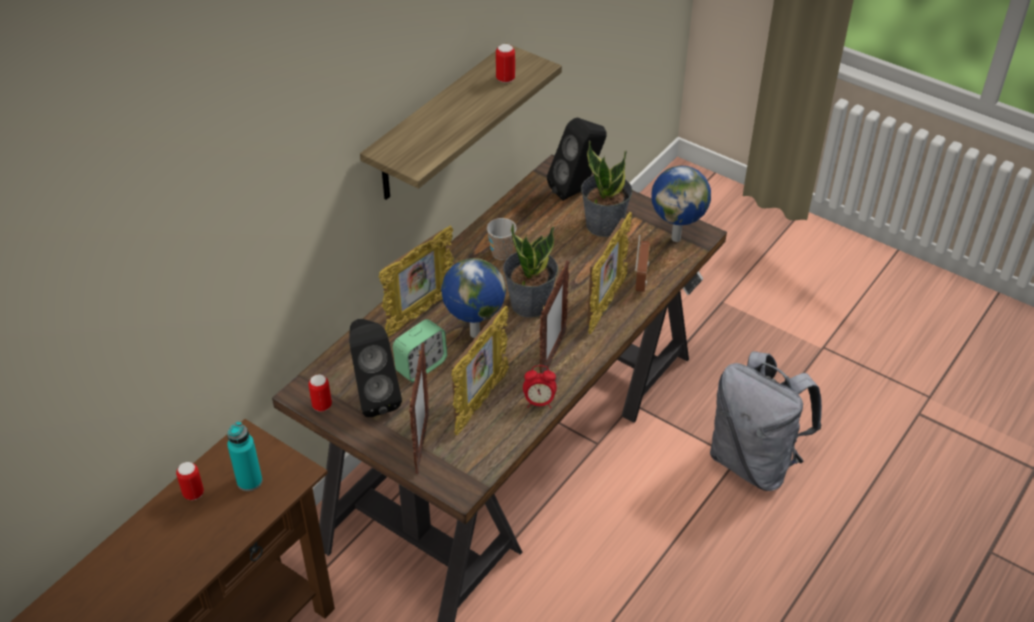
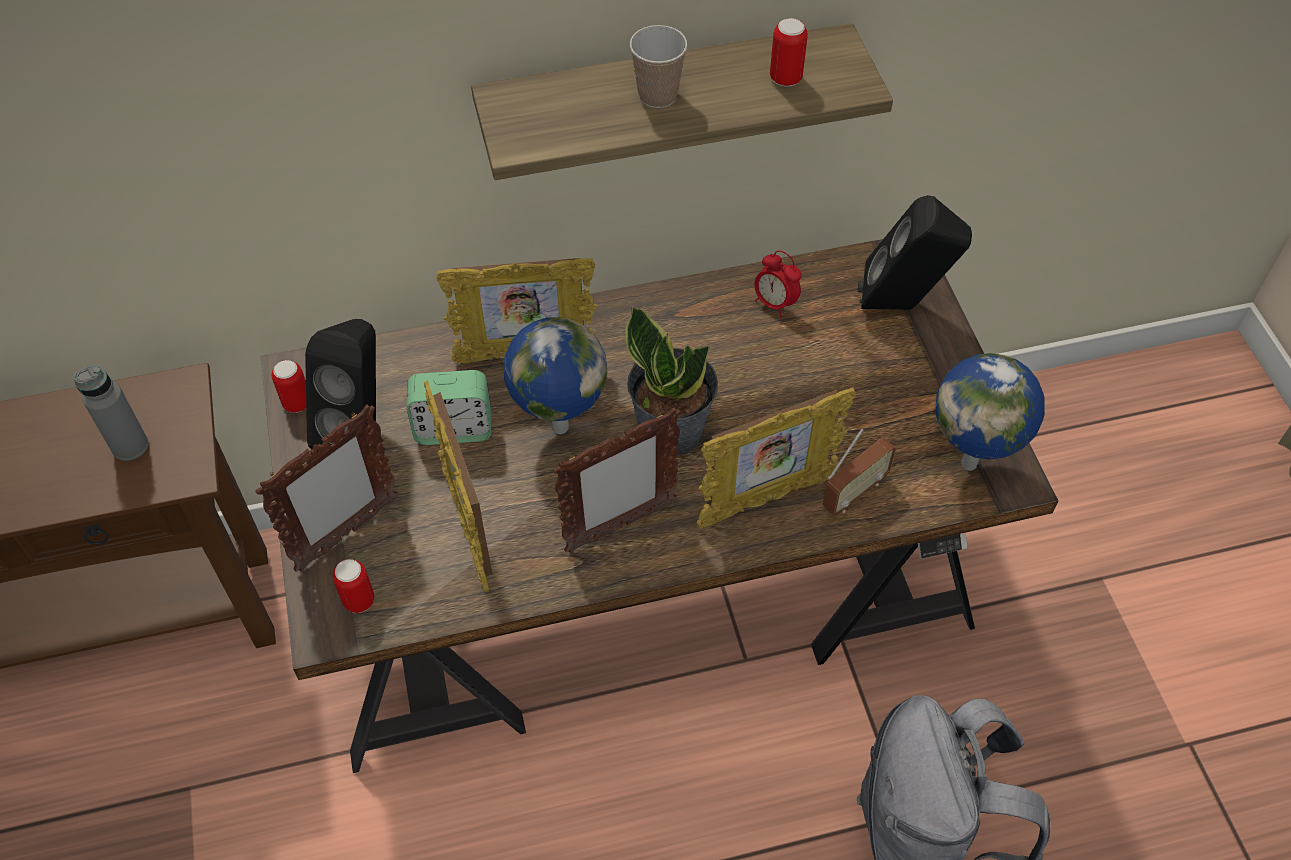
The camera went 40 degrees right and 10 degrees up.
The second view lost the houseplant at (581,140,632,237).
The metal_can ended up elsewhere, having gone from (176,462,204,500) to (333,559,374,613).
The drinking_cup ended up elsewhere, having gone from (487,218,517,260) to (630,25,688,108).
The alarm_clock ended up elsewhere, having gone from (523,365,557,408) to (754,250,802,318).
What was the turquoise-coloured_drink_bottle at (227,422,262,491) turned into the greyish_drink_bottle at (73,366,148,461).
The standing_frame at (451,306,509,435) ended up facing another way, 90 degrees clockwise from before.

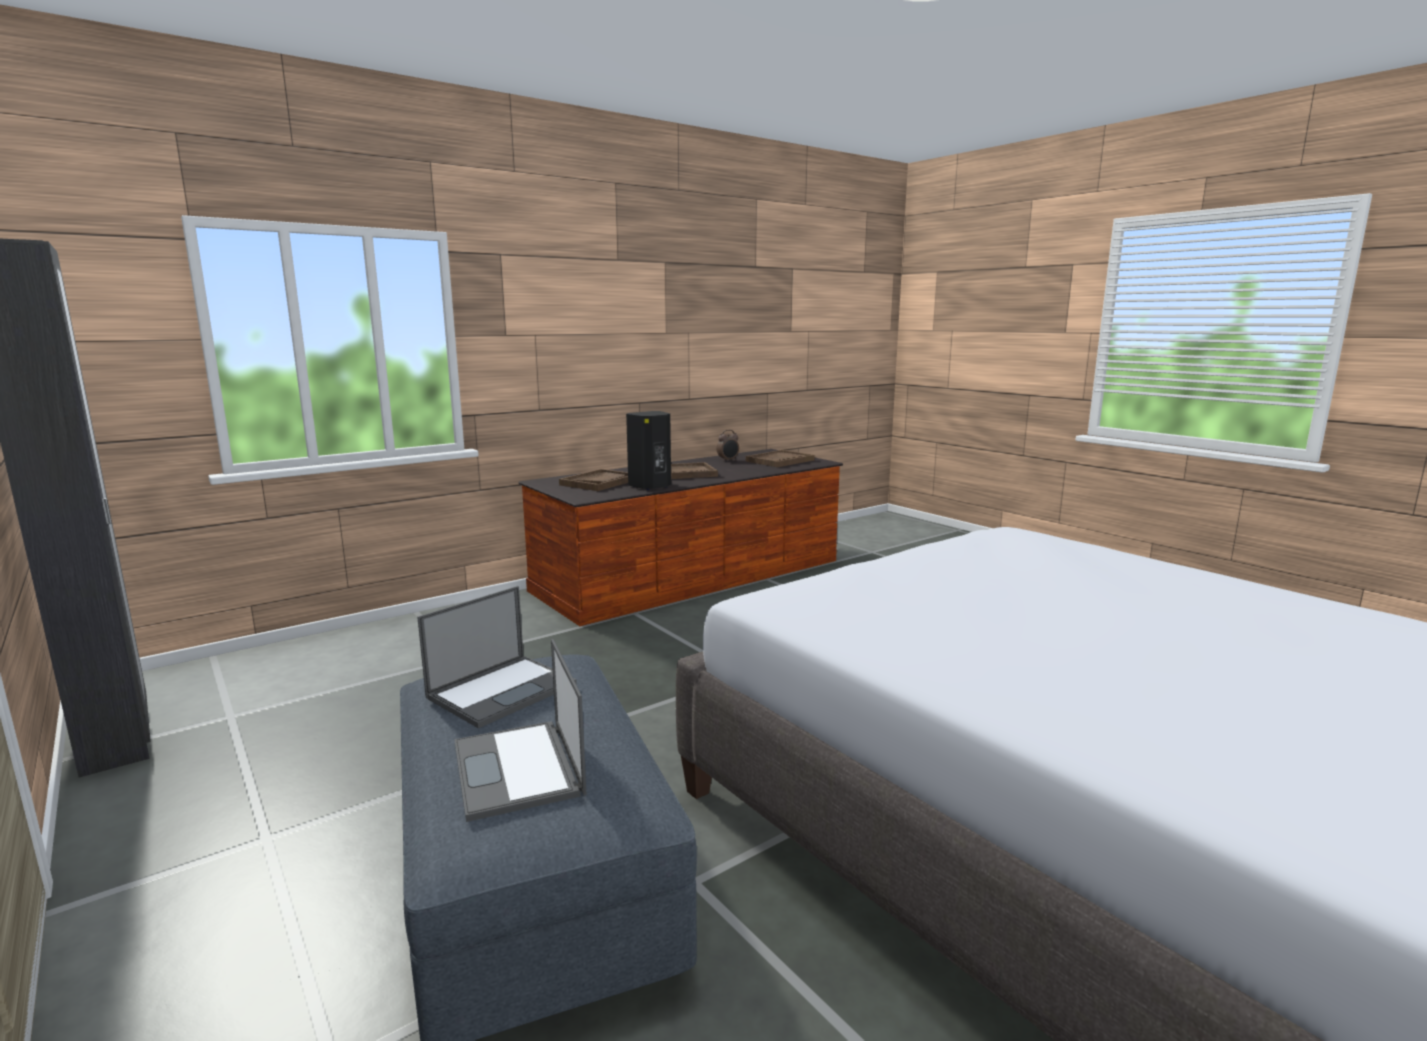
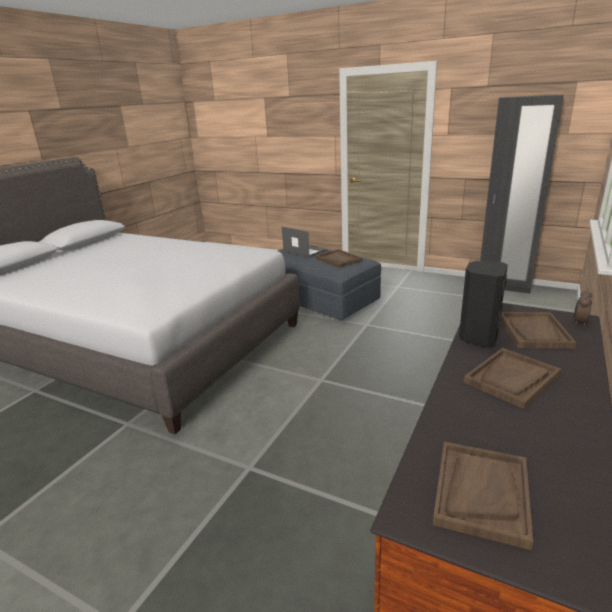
The camera went 155 degrees right and 10 degrees up.
The alarm_clock ended up elsewhere, having gone from (717,430,739,462) to (574,288,592,326).
Where the notebook_computer stood at (417,586,577,728), the brown_tray came to stand at (316,249,362,268).

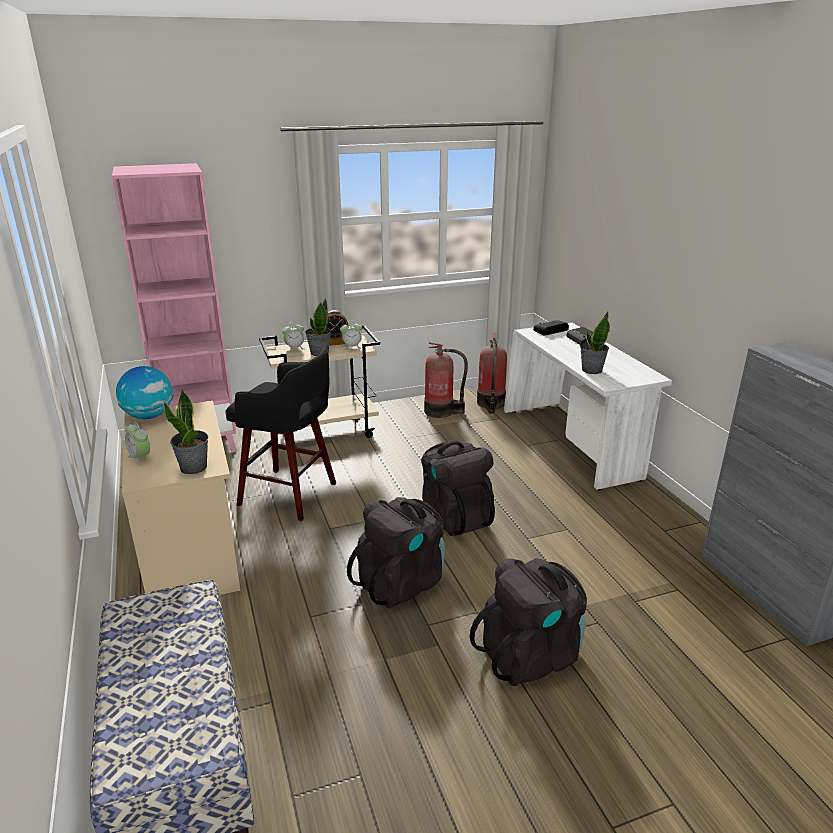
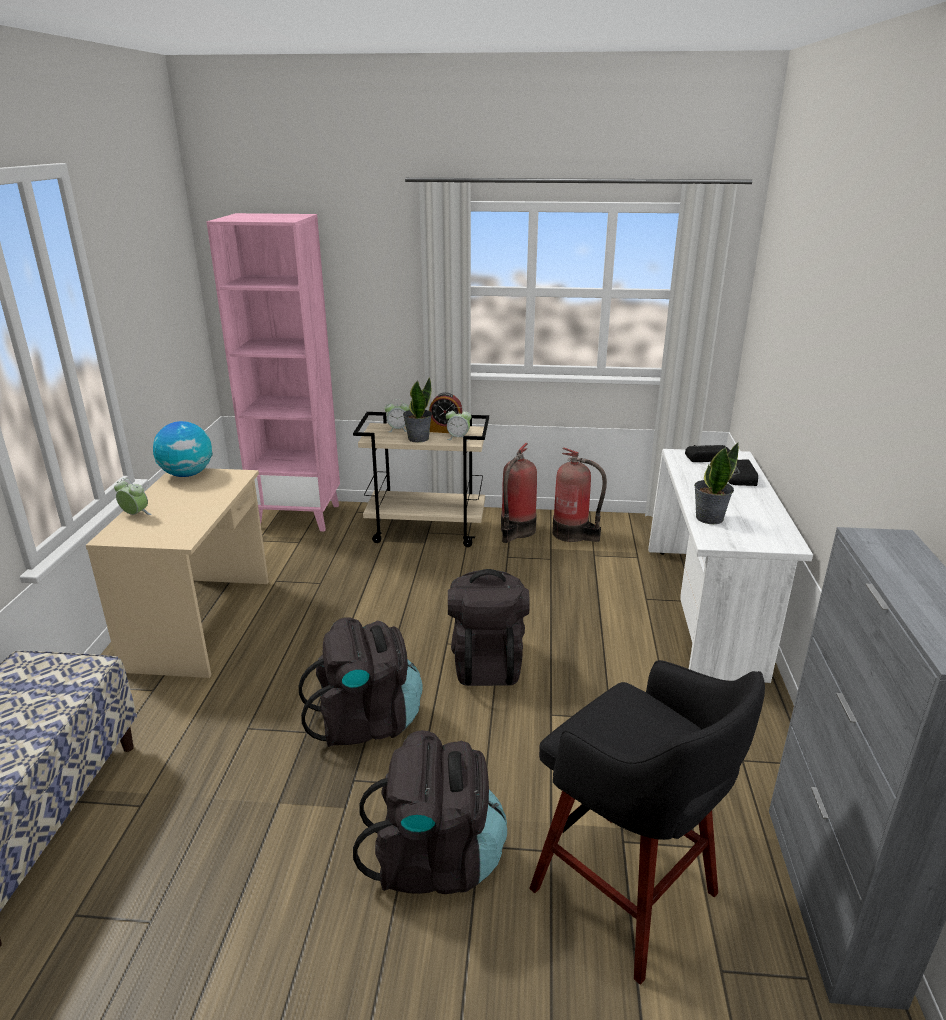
The camera went 25 degrees right and 0 degrees up.
The second view lost the houseplant at (164,389,208,474).
The black-coloured_sitting_stool ended up elsewhere, having gone from (225,347,336,521) to (530,660,765,985).
The fire_extinguisher ended up elsewhere, having gone from (477,332,507,414) to (501,443,537,543).
The alarm_clock at (125,422,150,466) ended up facing another way, 135 degrees clockwise from before.

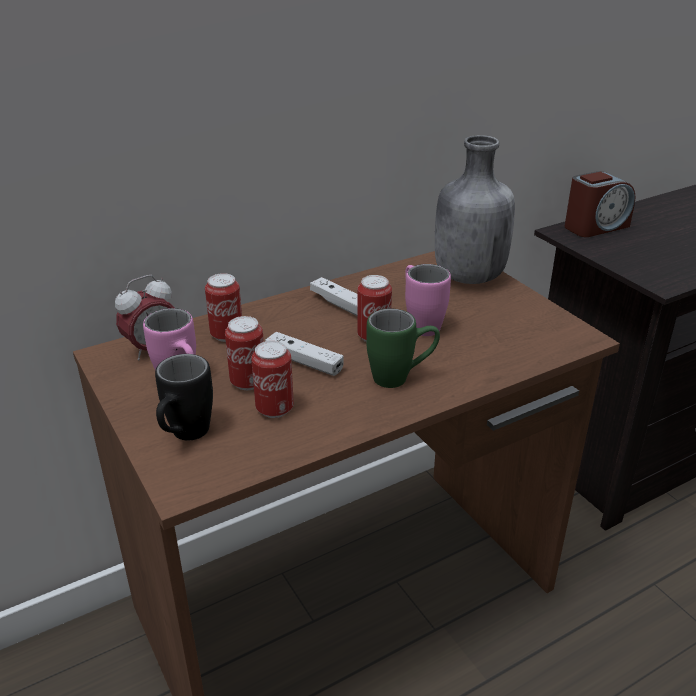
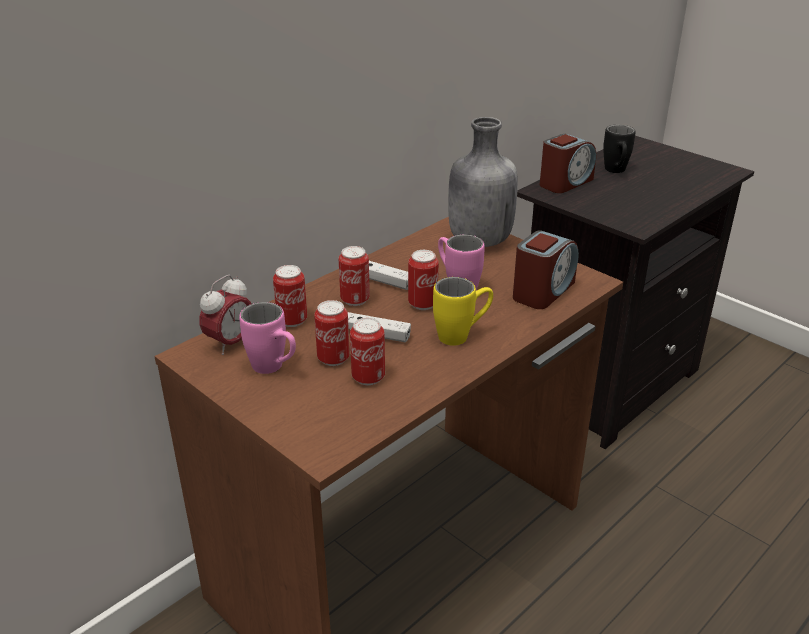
The camera went 15 degrees left and 0 degrees up.
The second view gained the metal_can at (339,246,370,306).
The second view gained the alarm_clock at (513,231,579,309).
The black-coloured_tea_mug ended up elsewhere, having gone from (155,354,213,440) to (603,125,635,173).
What was the green-coloured_tea_mug at (366,309,440,388) turned into the yellowish_tea_mug at (433,277,493,346).

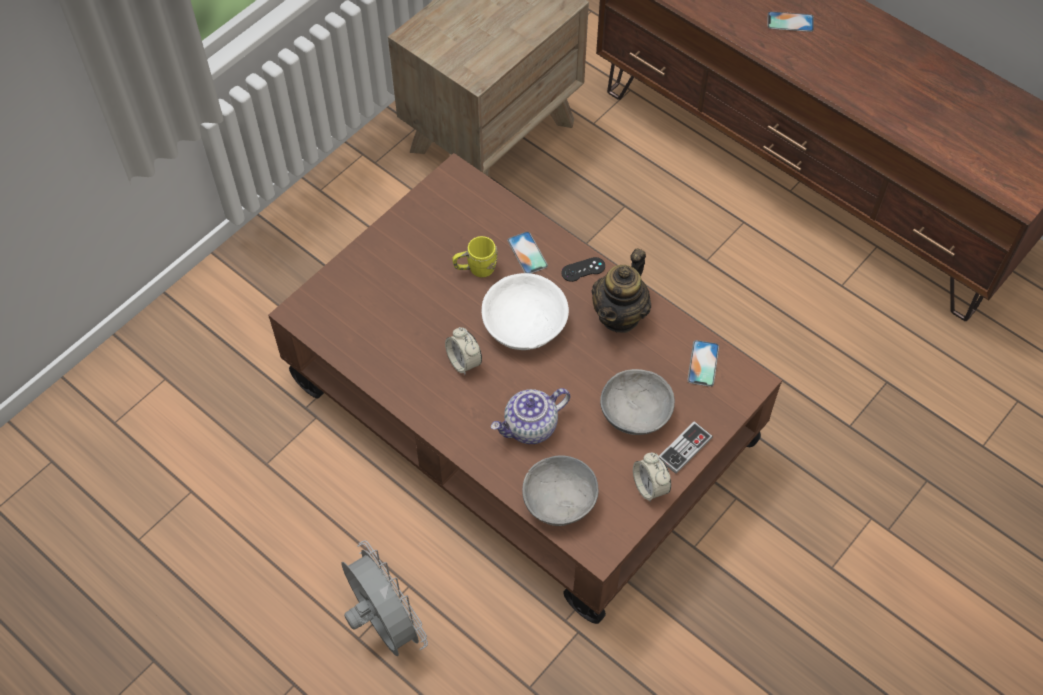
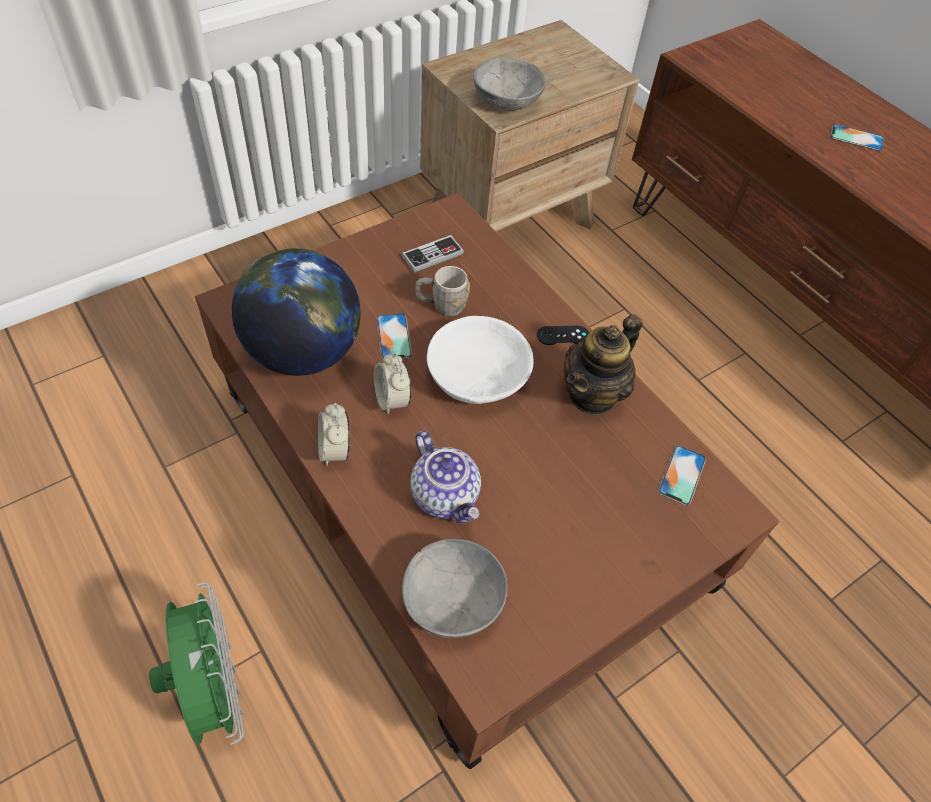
The camera went 10 degrees right and 5 degrees down.
The second view gained the world_globe at (232,248,361,376).
The telephone ended up elsewhere, having gone from (507,232,548,274) to (376,313,412,359).
The greyish_bowl ended up elsewhere, having gone from (600,369,675,435) to (473,57,546,110).
The alarm_clock ended up elsewhere, having gone from (633,453,671,502) to (318,403,350,466).
The game_controller ended up elsewhere, having gone from (659,421,713,474) to (402,235,464,272).
What was the greyish_fan at (341,540,428,656) turned into the green-coloured_fan at (149,582,244,745).
What was the yellowish_tea_mug at (453,236,498,278) turned into the greyish_tea_mug at (415,266,470,317).
The teapot at (490,388,570,444) ended up facing another way, 105 degrees counterclockwise from before.

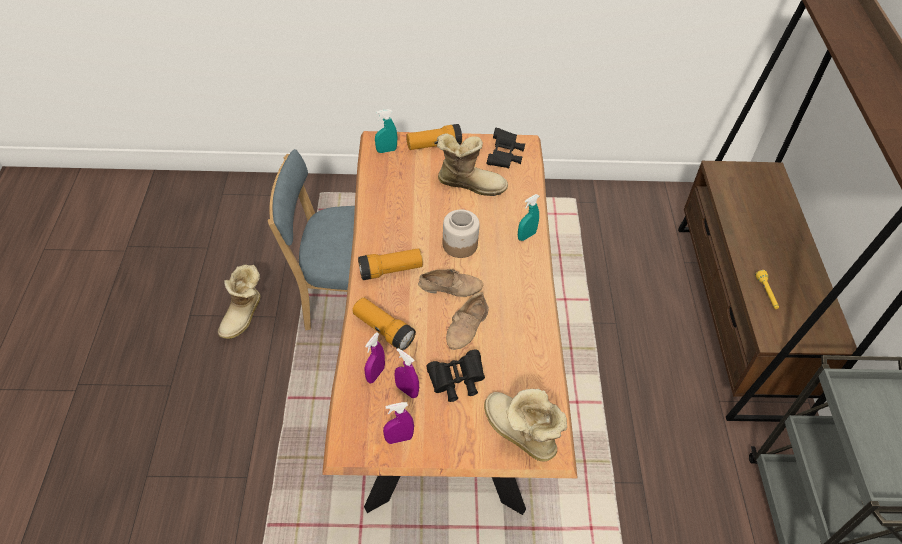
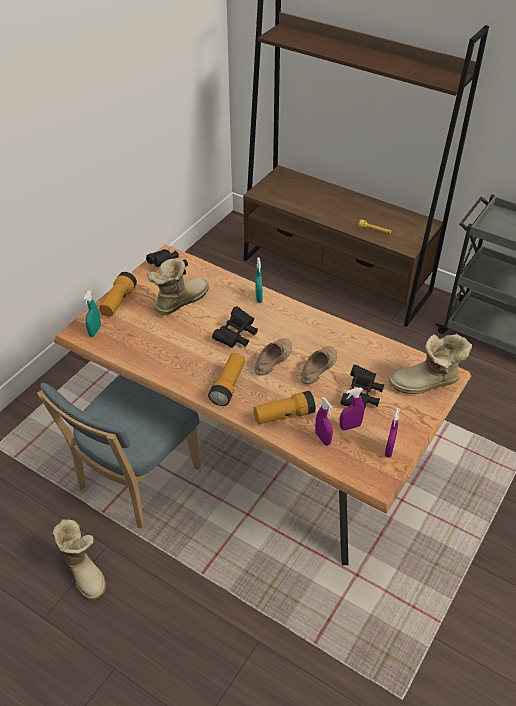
The camera went 55 degrees left and 5 degrees down.
Where the jar stood at (443,210,480,258), the black-coloured_pair_of_binoculars came to stand at (212,306,258,348).
The sand-coloured_low_shoe at (446,292,489,350) ended up facing another way, 120 degrees counterclockwise from before.

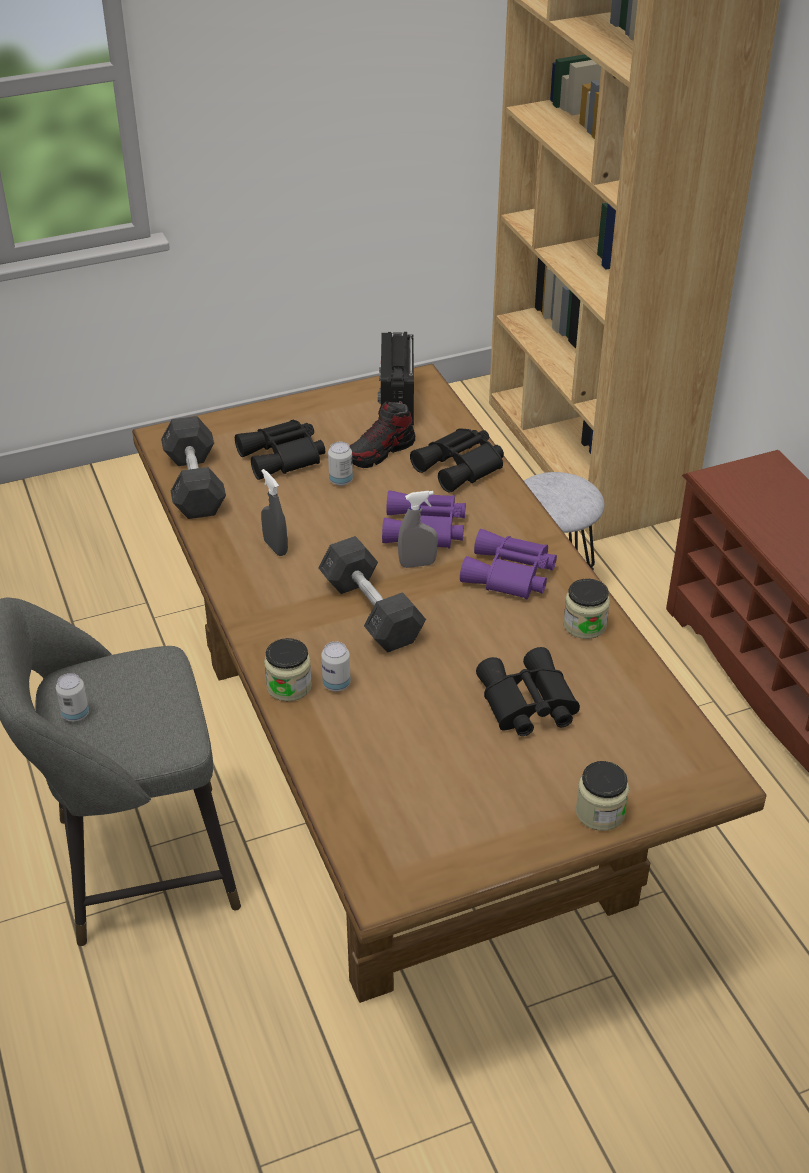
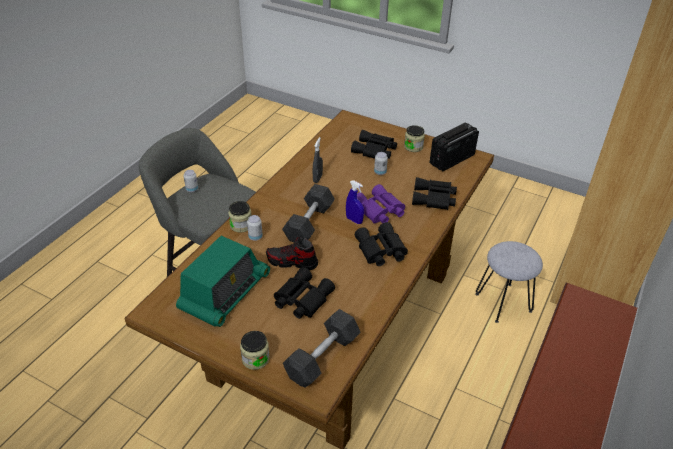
The camera went 50 degrees right and 0 degrees up.
The second view gained the radio at (176,236,270,327).
The greyish_free_weight ended up elsewhere, having gone from (161,416,226,519) to (283,309,361,388).
The low_shoe ended up elsewhere, having gone from (349,401,415,468) to (266,237,318,270).
The jar ended up elsewhere, having gone from (563,579,610,639) to (404,125,425,152).
What was the greyish_spray_bottle at (398,491,438,568) turned into the blue-coloured_spray_bottle at (346,180,364,224).
What was the purple-coloured_pair_of_binoculars at (460,529,557,599) turned into the black-coloured_pair_of_binoculars at (355,222,408,266).

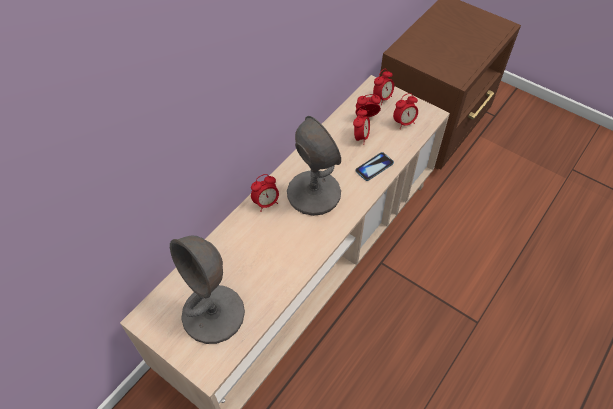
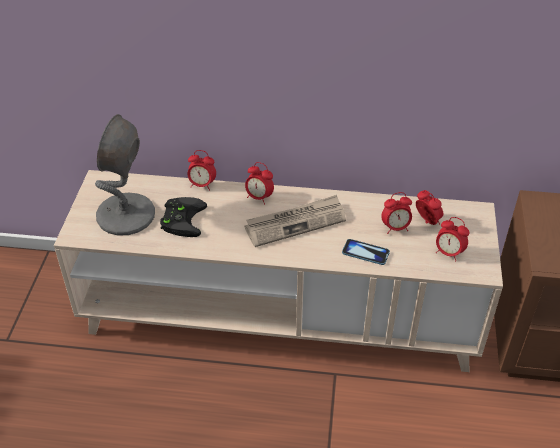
The camera went 60 degrees right and 10 degrees down.
The second view gained the black-coloured_game_controller at (160,197,207,237).
The alarm_clock ended up elsewhere, having gone from (373,69,394,105) to (188,150,216,191).
Where the greyish_table_lamp stood at (287,116,341,216), the daily_paper came to stand at (245,195,346,247).

